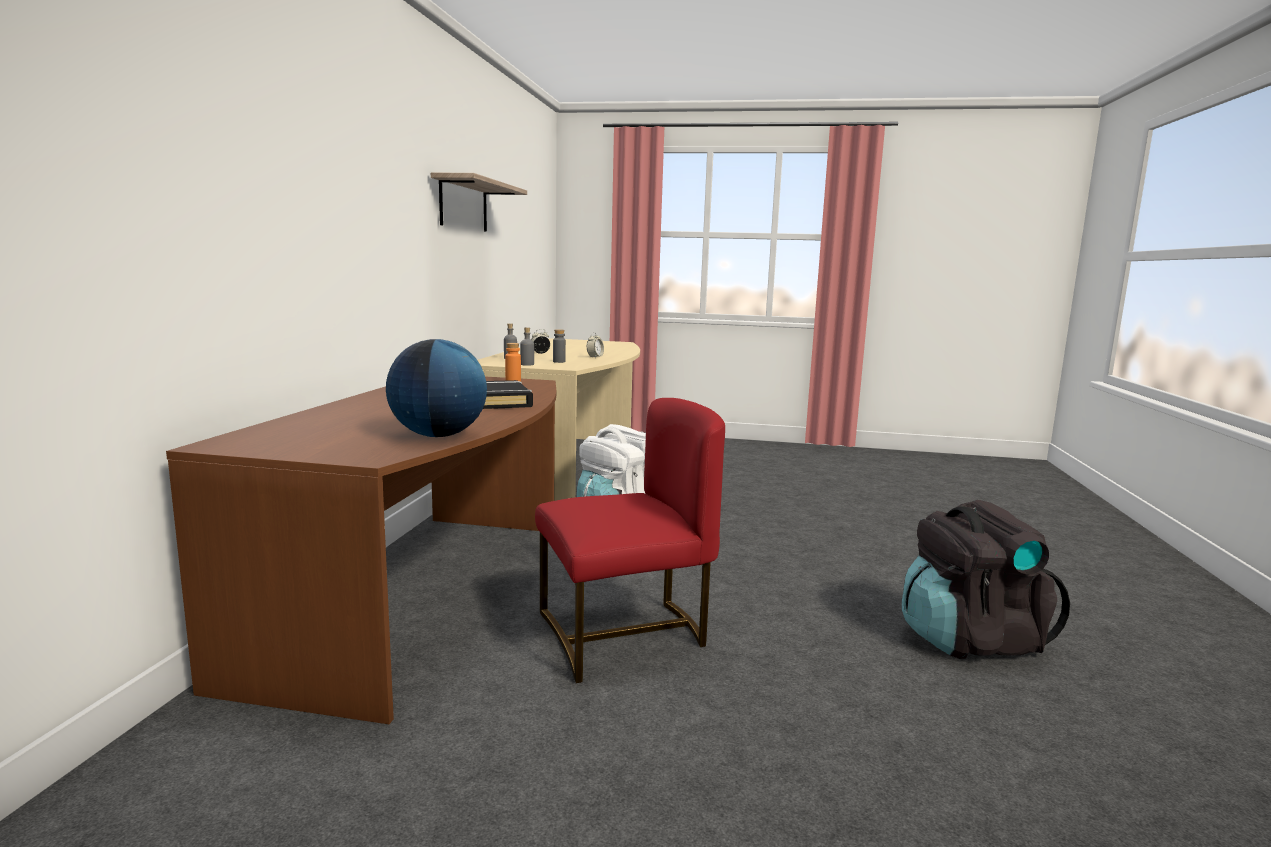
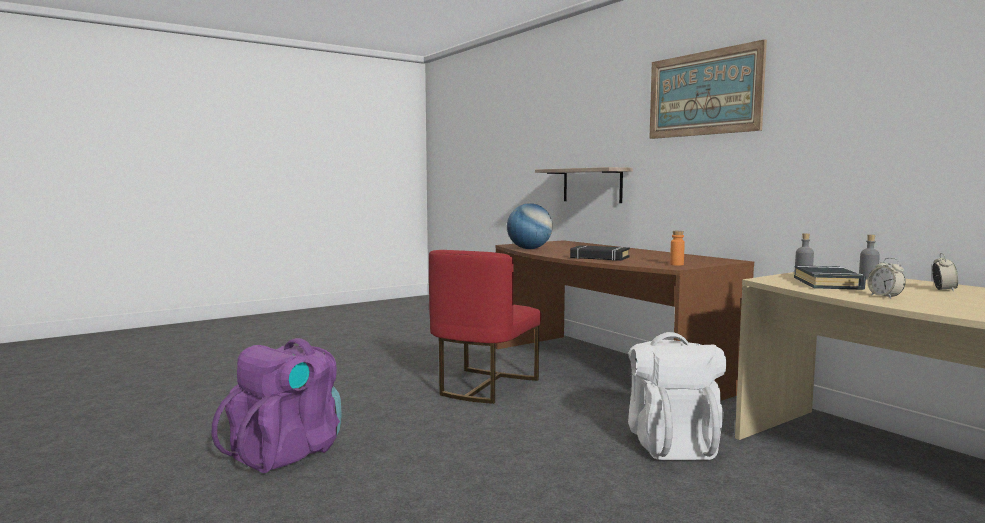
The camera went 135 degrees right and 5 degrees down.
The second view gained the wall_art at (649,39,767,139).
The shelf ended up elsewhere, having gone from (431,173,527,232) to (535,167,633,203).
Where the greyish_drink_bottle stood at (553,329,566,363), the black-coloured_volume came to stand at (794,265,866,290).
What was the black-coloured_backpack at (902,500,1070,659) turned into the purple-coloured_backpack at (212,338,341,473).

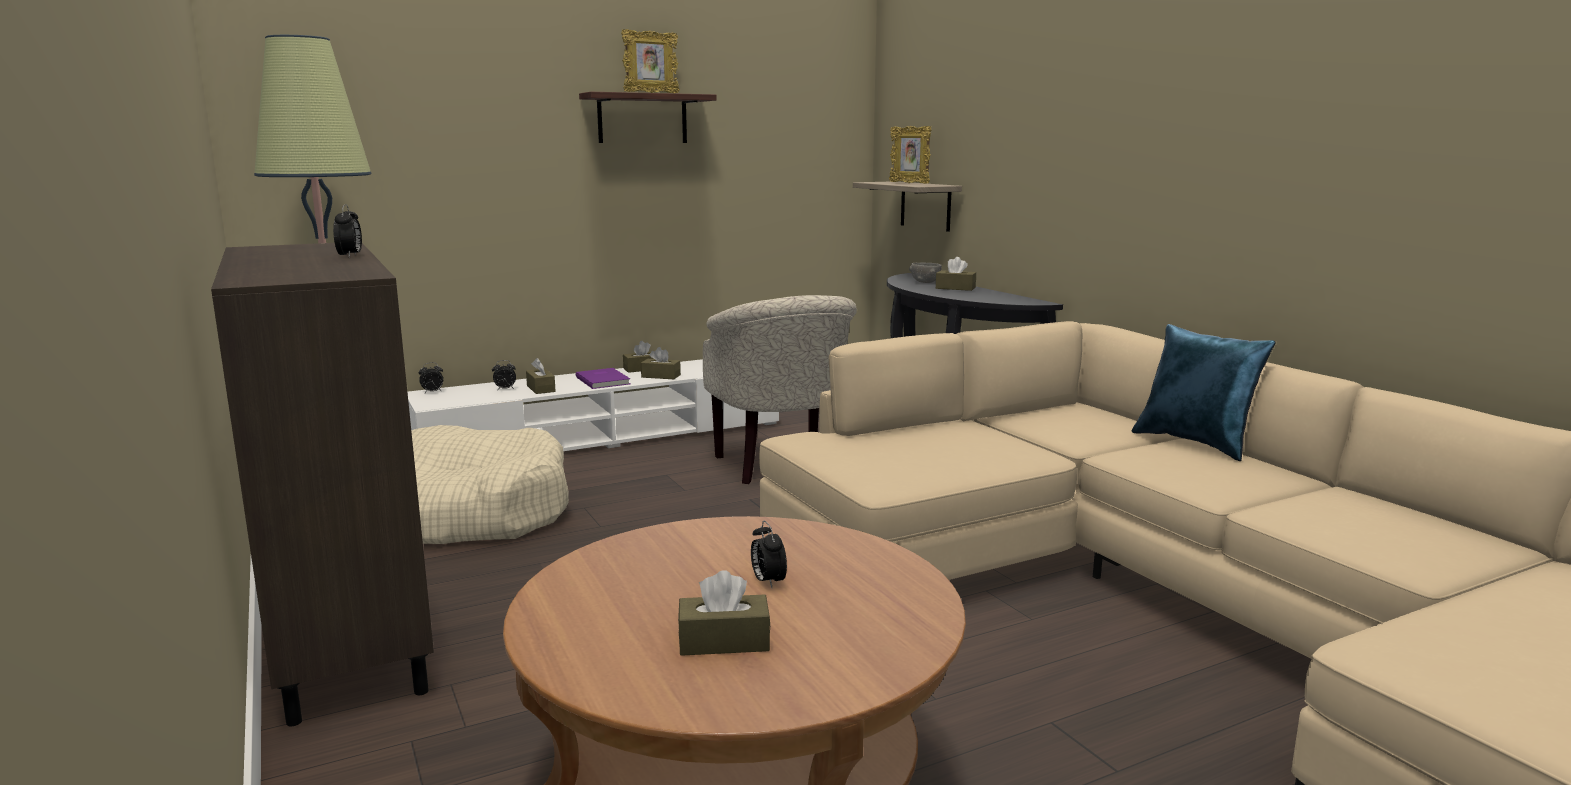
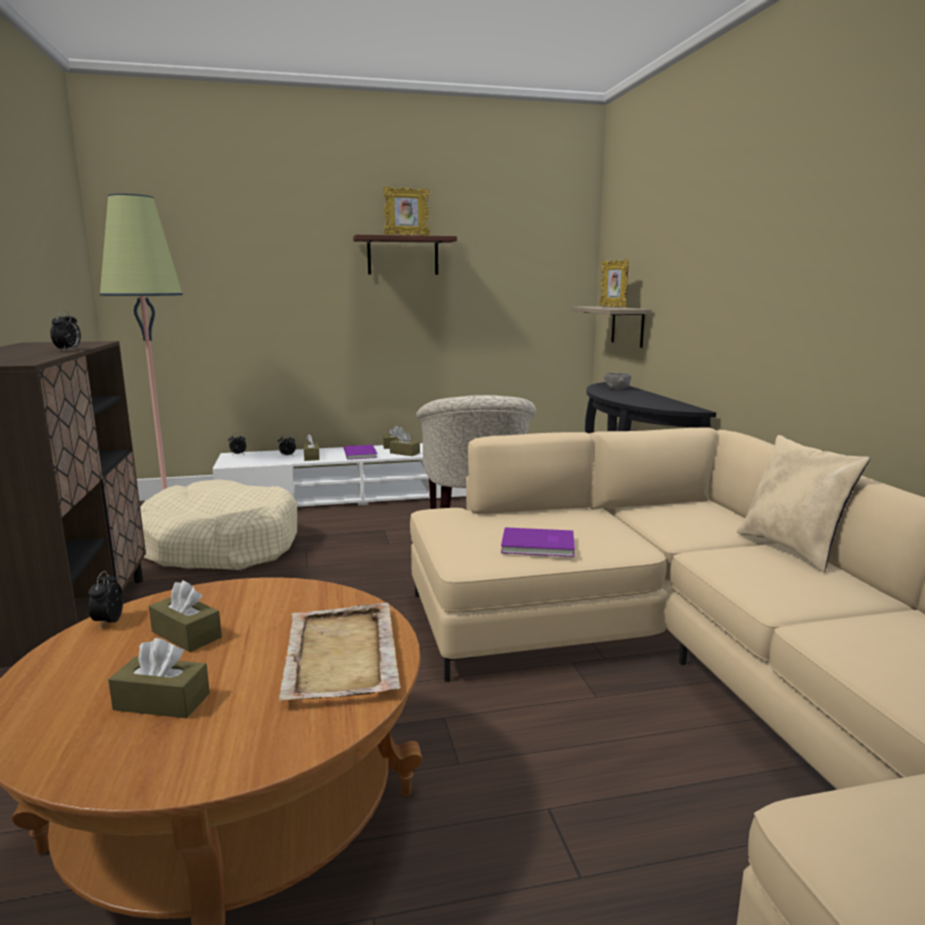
The camera went 15 degrees right and 0 degrees up.
The second view gained the sand-coloured_tray at (279,603,401,701).
The second view gained the purple-coloured_volume at (501,527,575,557).
The alarm_clock ended up elsewhere, having gone from (751,521,787,588) to (89,571,123,628).
The brown_box_of_tissues ended up elsewhere, having gone from (936,257,976,291) to (149,580,222,652).
What was the blue-coloured_cushion at (1132,324,1276,461) turned into the sand-coloured_cushion at (737,435,870,572).

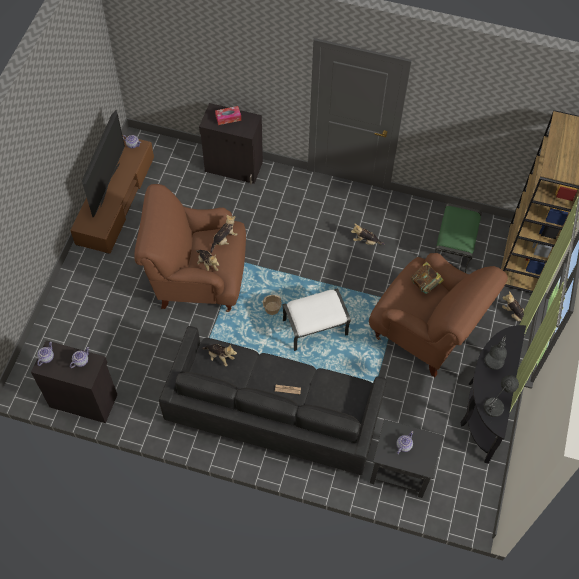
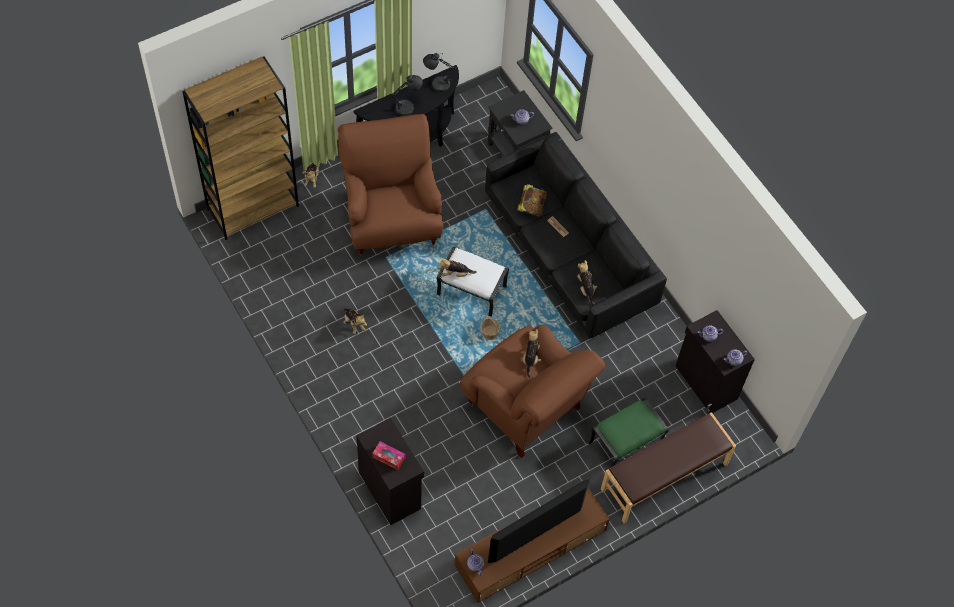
The camera went 140 degrees left and 0 degrees up.
The second view gained the brown_indoor_bench at (601,412,736,523).
The soft_toy ended up elsewhere, having gone from (211,215,238,253) to (438,258,477,277).
The volume ended up elsewhere, having gone from (411,262,444,294) to (517,184,547,216).
The green-coloured_pouffe ended up elsewhere, having gone from (435,203,482,273) to (588,398,669,467).

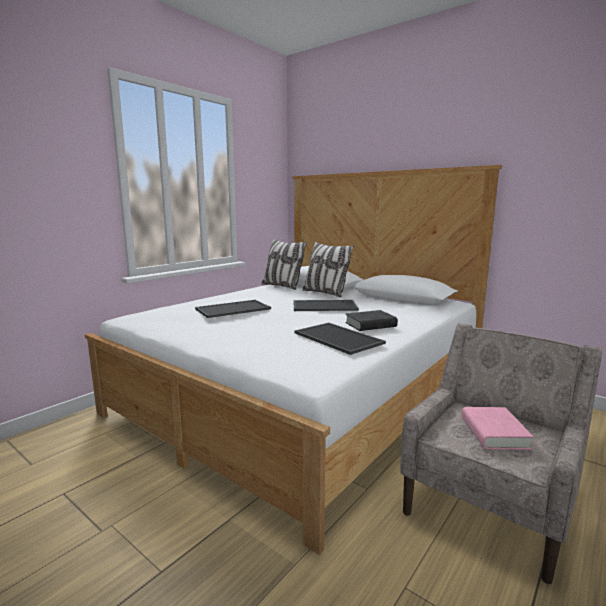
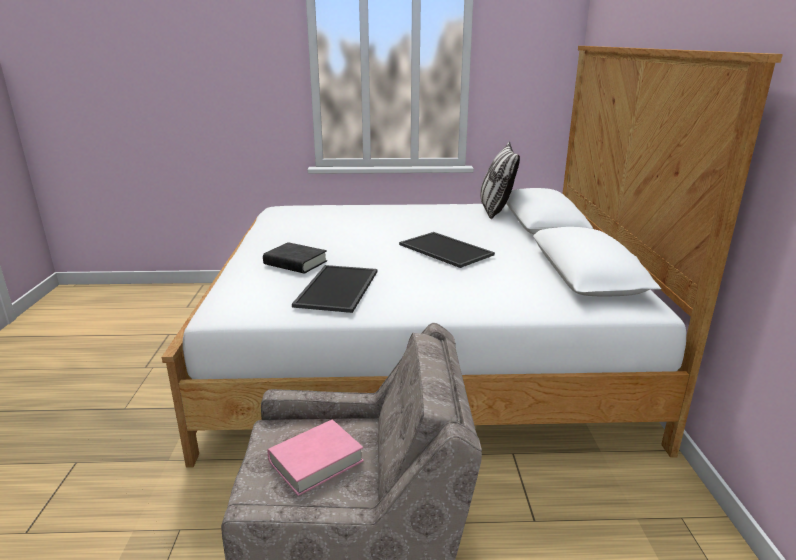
The camera went 50 degrees right and 10 degrees up.
The second view lost the tray at (195,300,271,318).
The second view lost the cushion at (302,242,354,298).
The black-coloured_volume ended up elsewhere, having gone from (345,310,398,331) to (263,242,327,273).

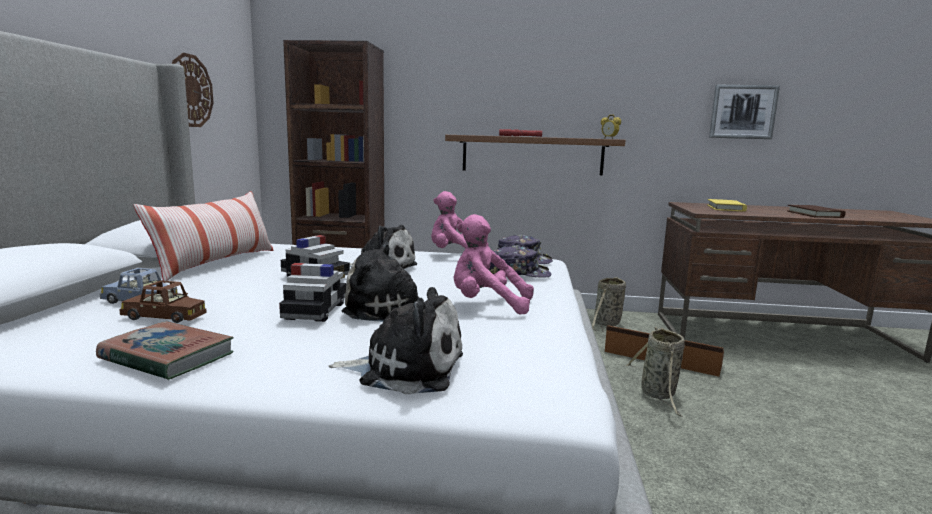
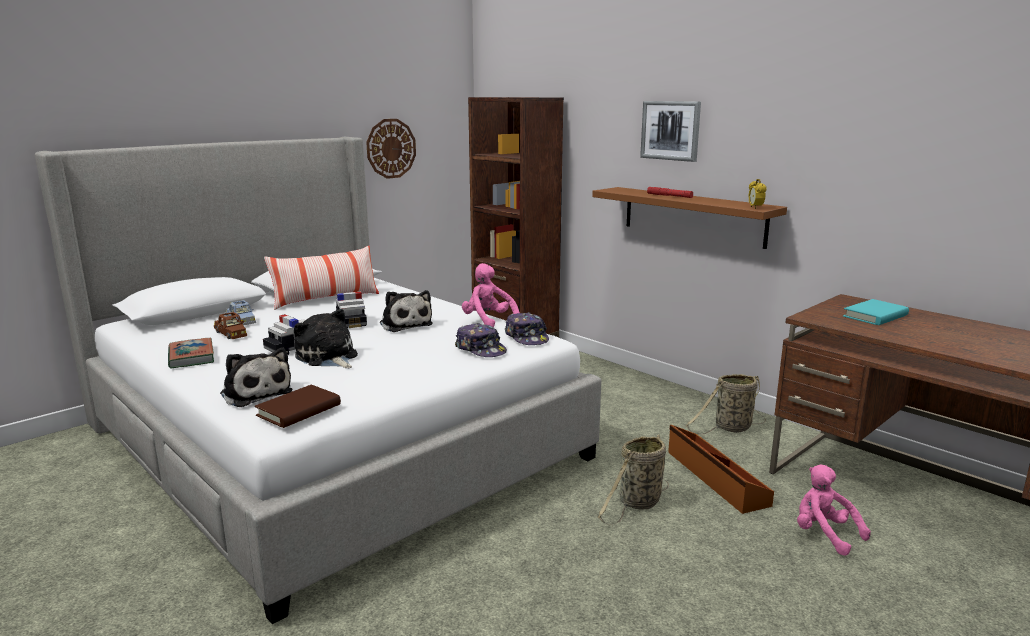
The camera went 40 degrees right and 5 degrees up.
The pink-coloured_soft_toy ended up elsewhere, having gone from (454,214,534,315) to (797,465,871,556).
The wall_art ended up elsewhere, having gone from (709,85,780,139) to (640,101,701,162).
The brown_volume ended up elsewhere, having gone from (787,205,845,218) to (255,385,341,428).
What was the yellowish_volume at (707,199,747,211) turned into the turquoise-coloured_volume at (843,299,909,325).

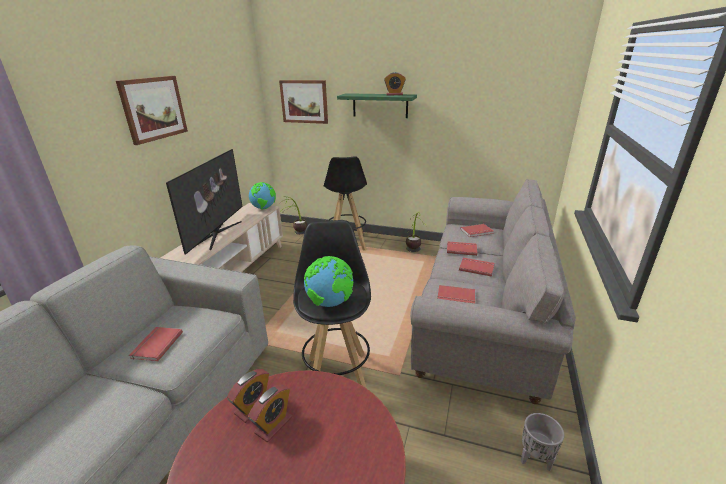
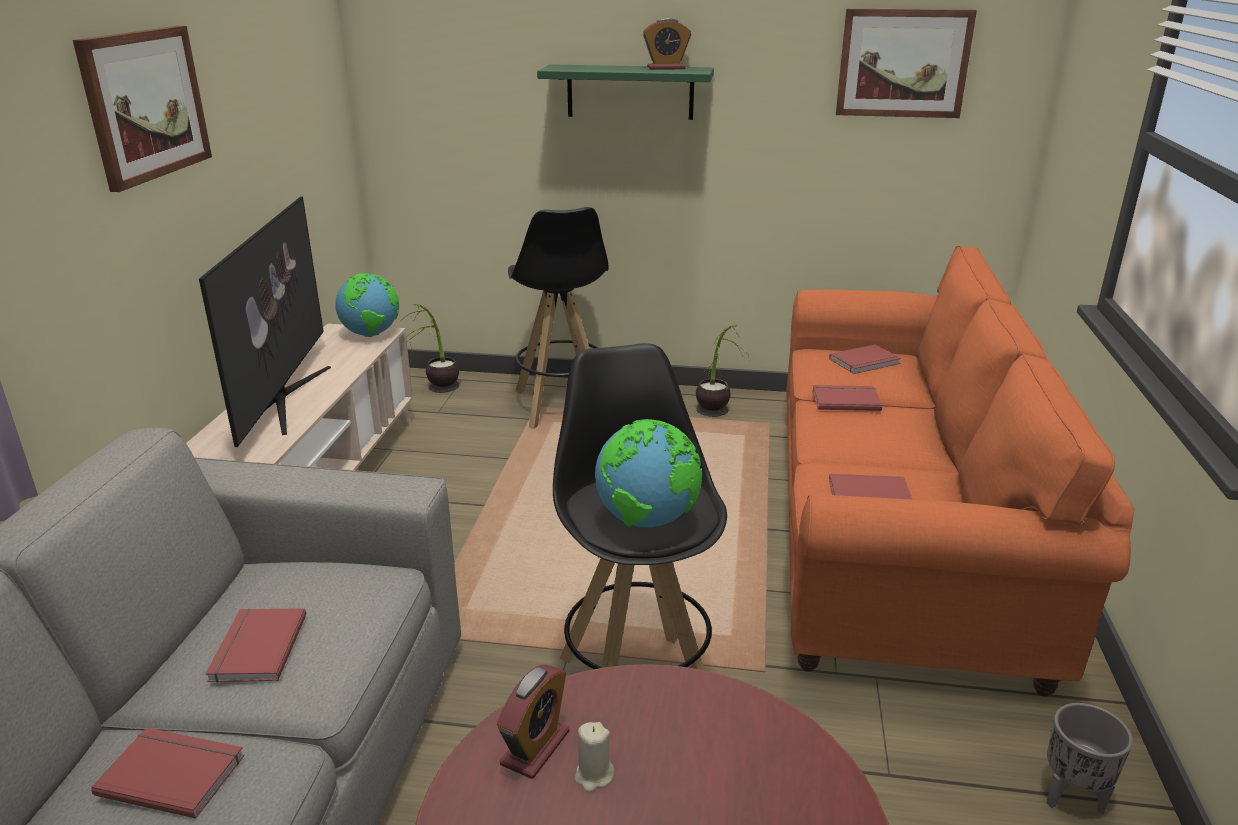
The camera went 10 degrees left and 0 degrees up.
The wall_art ended up elsewhere, having gone from (279,80,328,124) to (836,9,977,118).
The red-coloured_volume ended up elsewhere, having gone from (459,258,495,277) to (91,727,244,819).
Where the alarm_clock stood at (248,384,292,442), the sand-coloured_wax_light came to stand at (575,722,615,792).
What was the greyish_settee at (410,179,576,404) turned into the orangey_settee at (786,246,1135,697).

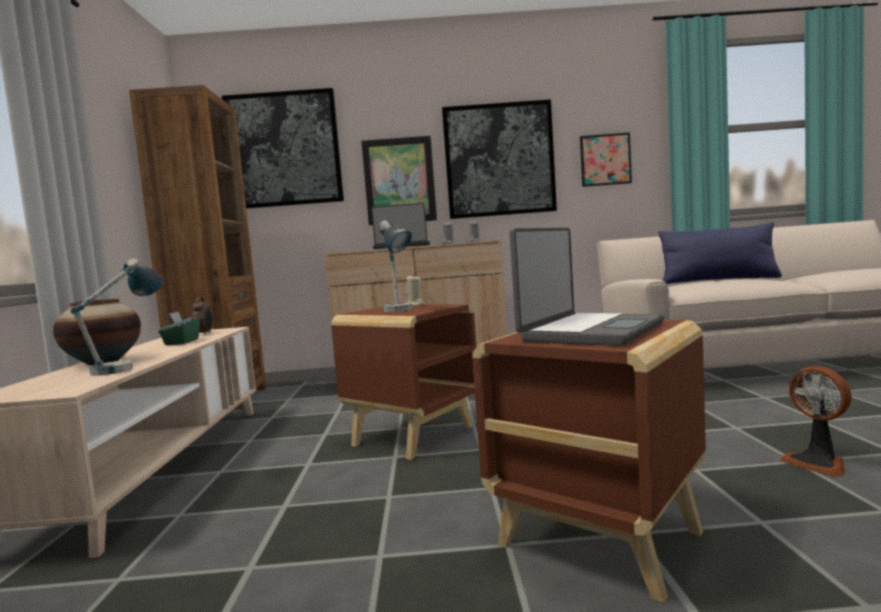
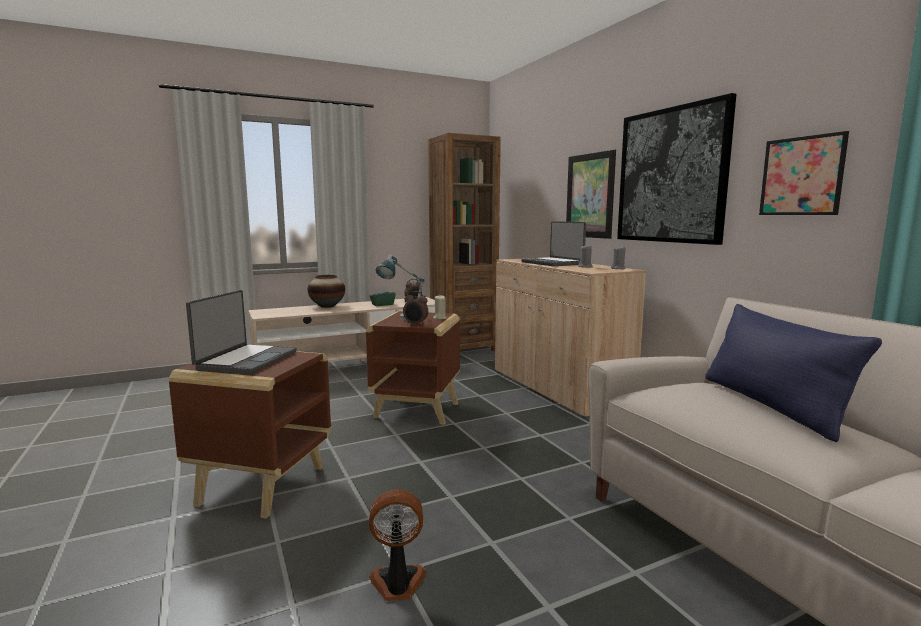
The camera went 65 degrees right and 5 degrees up.
The second view lost the table_lamp at (70,259,163,376).
The second view lost the wall_art at (222,88,344,209).
The second view gained the alarm_clock at (403,291,428,326).
The notebook_computer at (509,228,664,346) ended up facing another way, 90 degrees counterclockwise from before.
The fan at (780,366,852,476) ended up facing another way, 45 degrees clockwise from before.

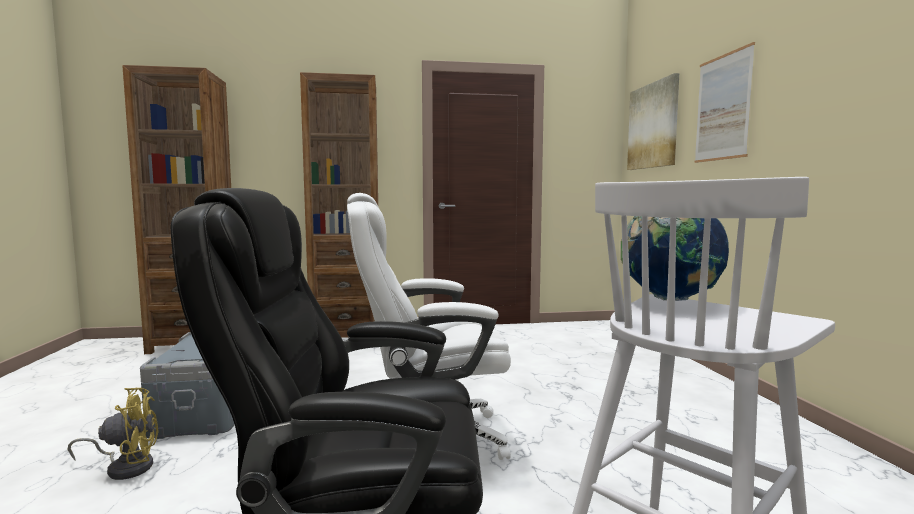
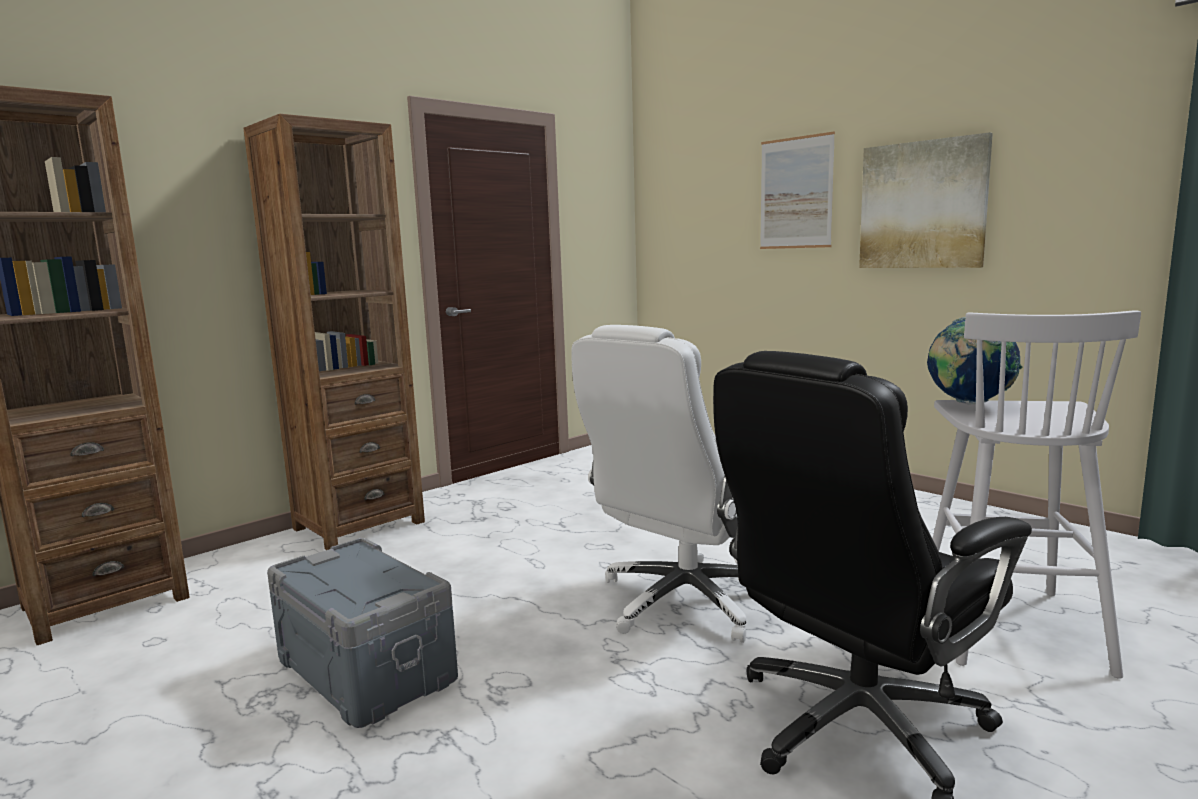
The camera went 35 degrees left and 5 degrees up.
The second view lost the yellowish_fan at (68,388,159,480).
The wall_art ended up elsewhere, having gone from (627,73,679,170) to (859,132,993,268).

